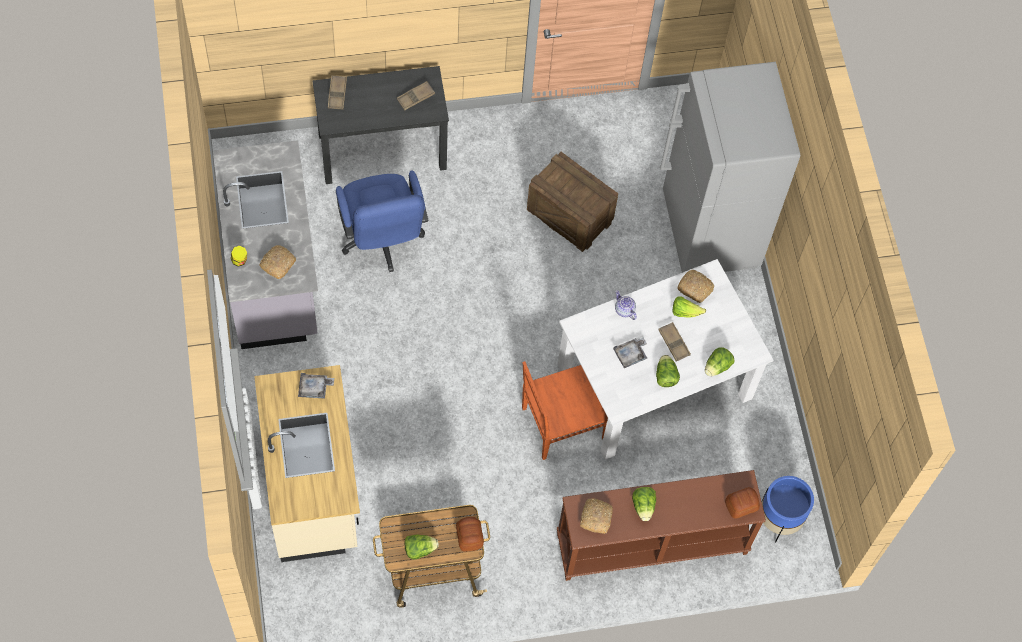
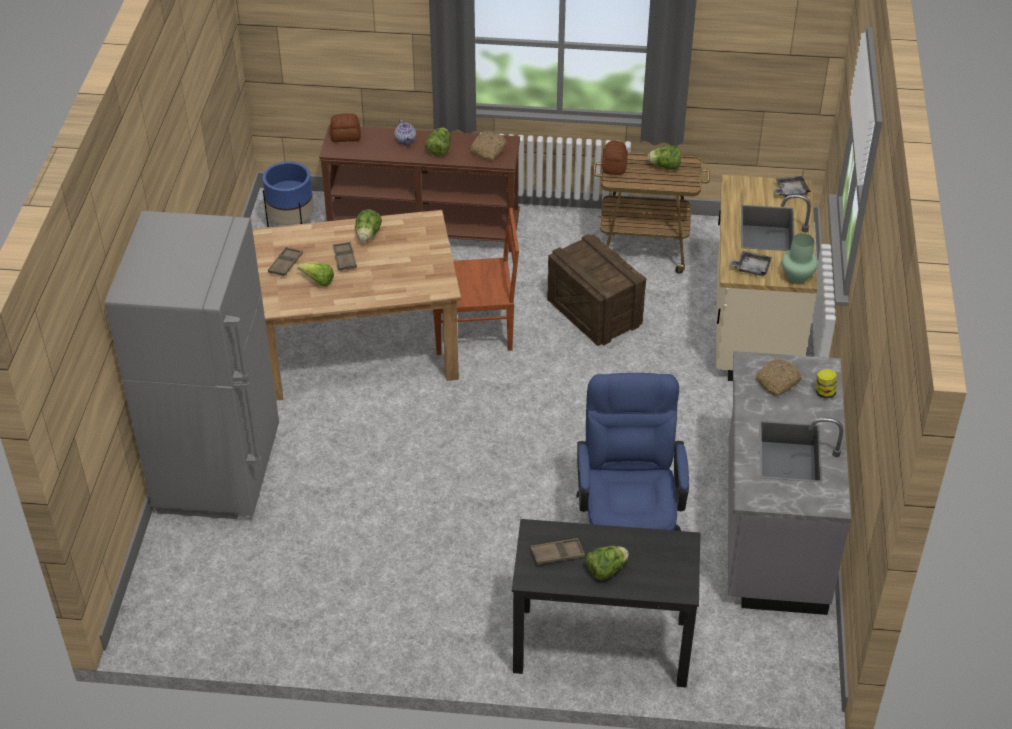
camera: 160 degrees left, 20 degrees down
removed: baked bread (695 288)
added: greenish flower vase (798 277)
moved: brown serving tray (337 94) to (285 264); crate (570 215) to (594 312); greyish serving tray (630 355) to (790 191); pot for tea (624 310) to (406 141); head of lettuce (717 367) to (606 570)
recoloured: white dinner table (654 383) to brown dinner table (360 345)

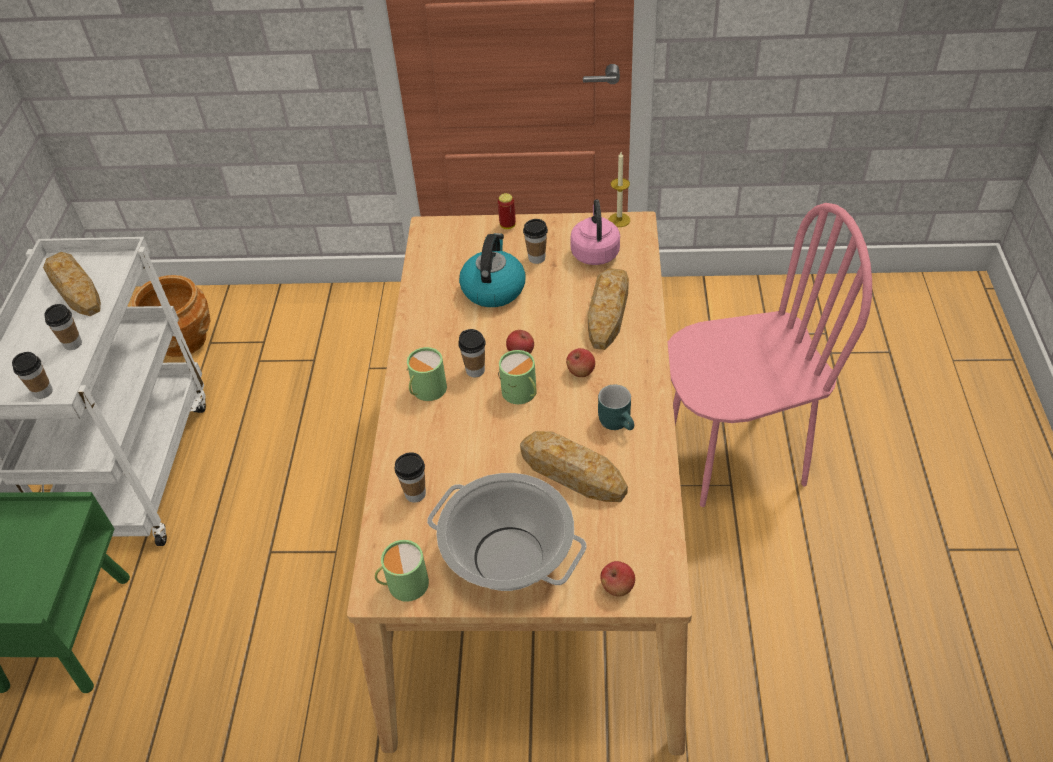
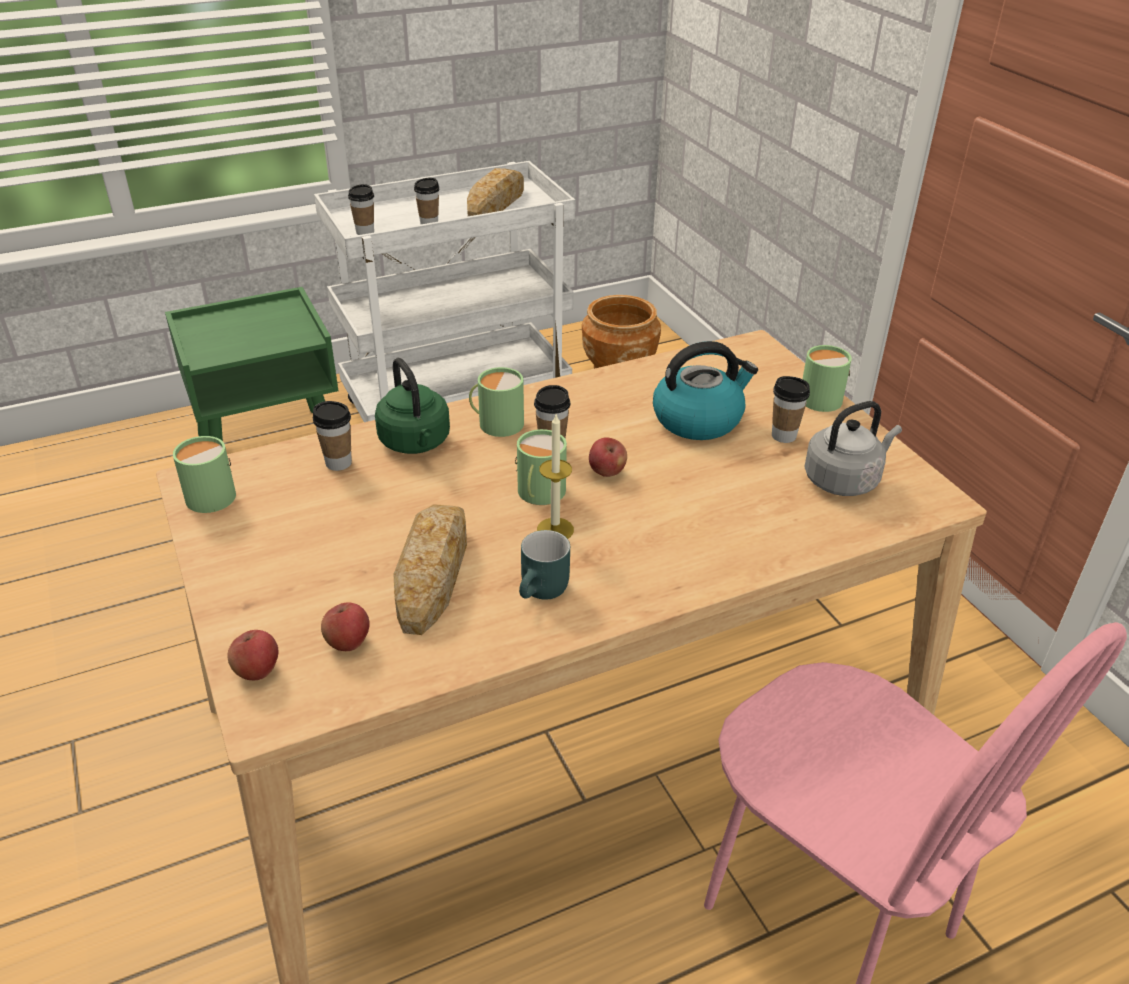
camera: 60 degrees right, 10 degrees down
removed: stockpot (507 557); baked bread (607 312)
added: greenish tea kettle (416 443)
moved: apple fruit (581 372) to (348 642); wax candle (619 220) to (555 530)
replaced: can (507 225) to greenish coffee mug (819 397)
recoloured: pinkish tea kettle (595 252) to greyish tea kettle (844 480)

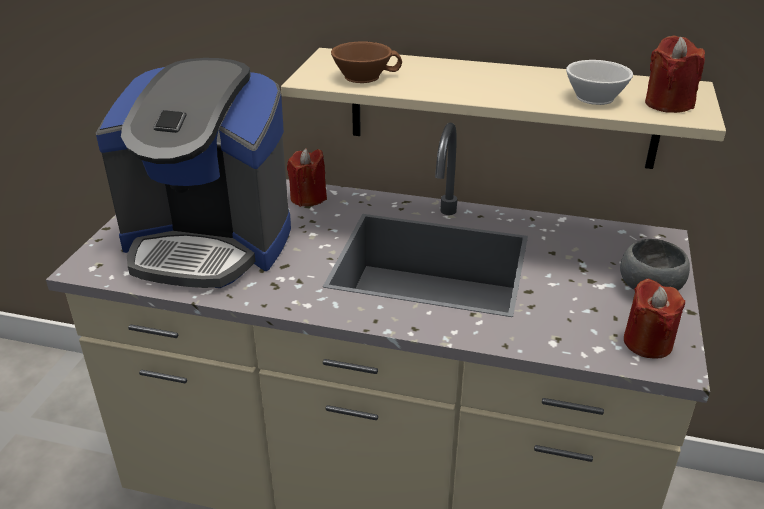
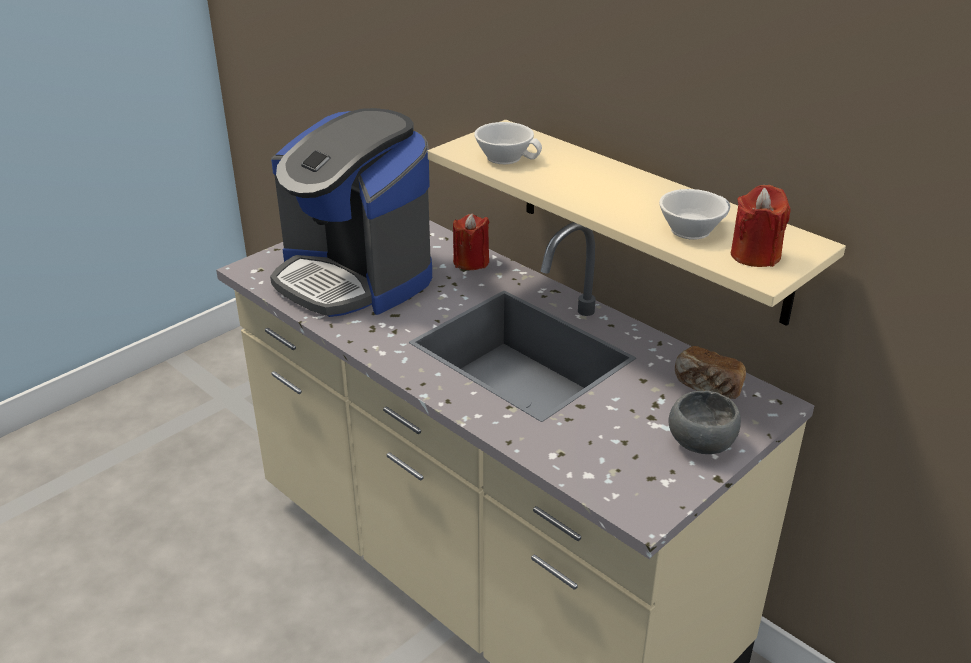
camera: 30 degrees right, 0 degrees up
removed: reddish wax candle (647 343)
added: baked bread (707 387)
recoloured: brown drinking cup (363 75) to white drinking cup (506 156)

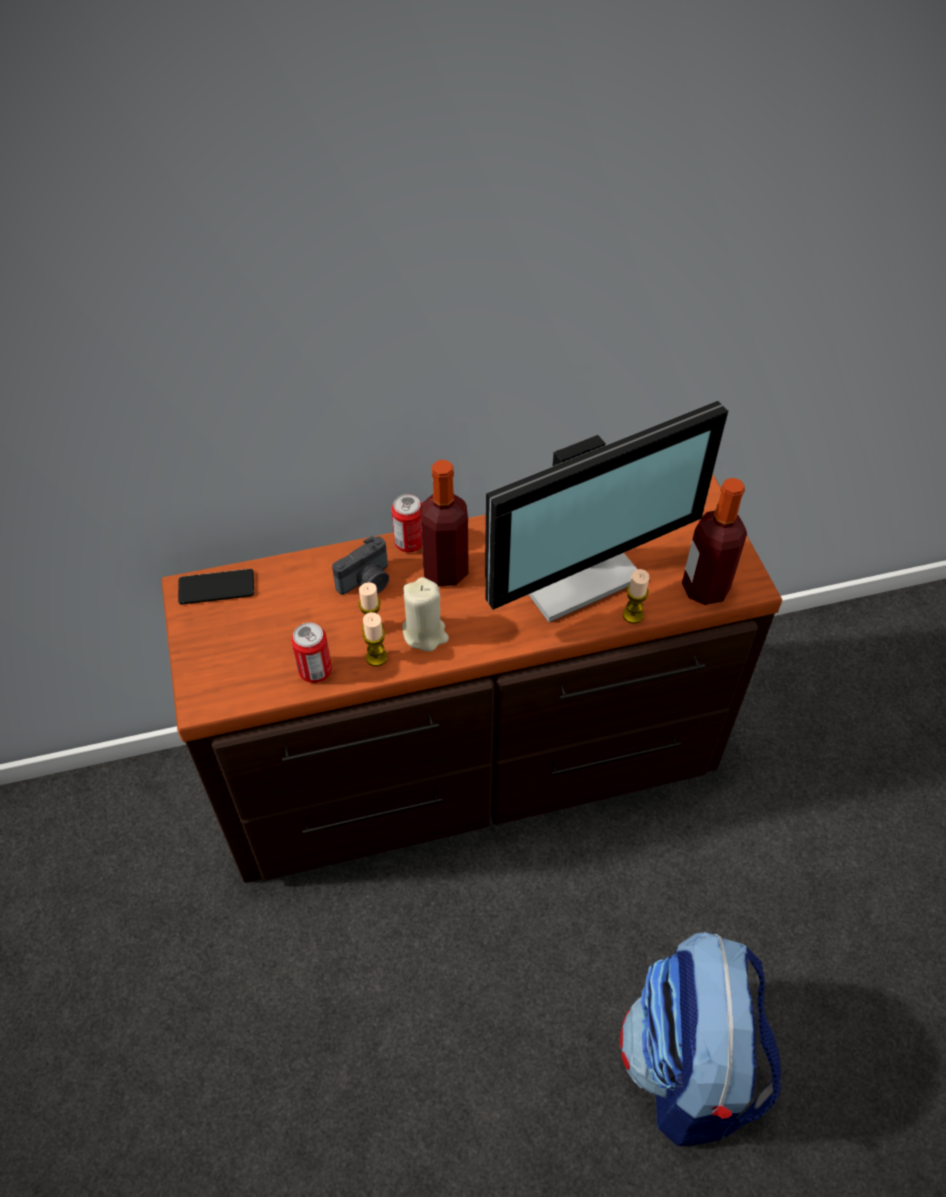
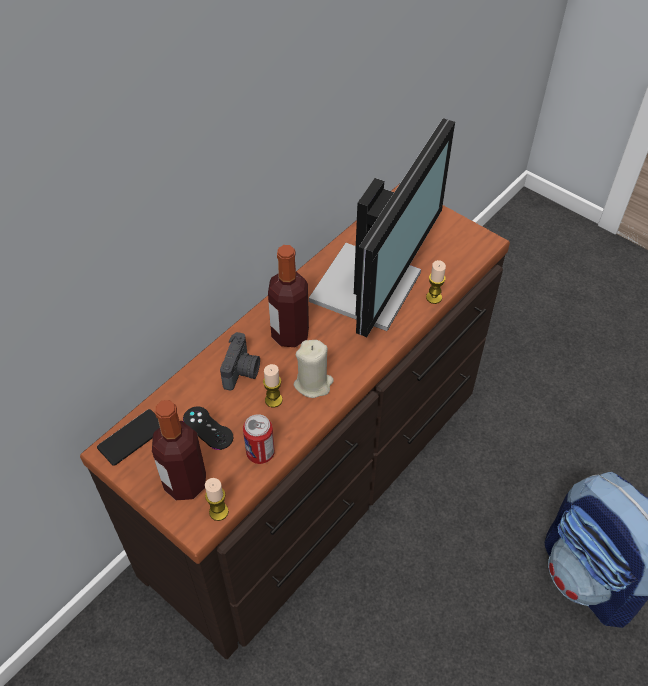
camera: 35 degrees left, 0 degrees up
removed: can (409 543)
added: blackish joypad (208 428)
moved: wax candle (376 657) to (218 512); bottle (705 588) to (185 483)

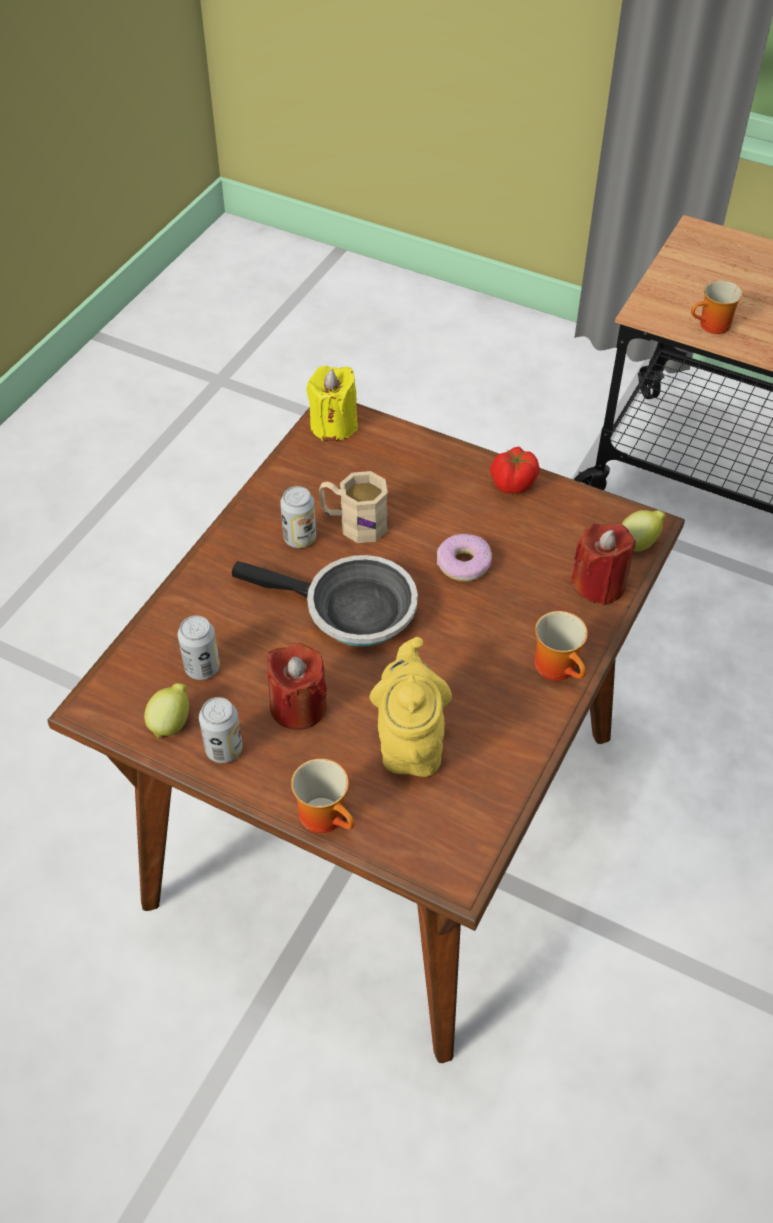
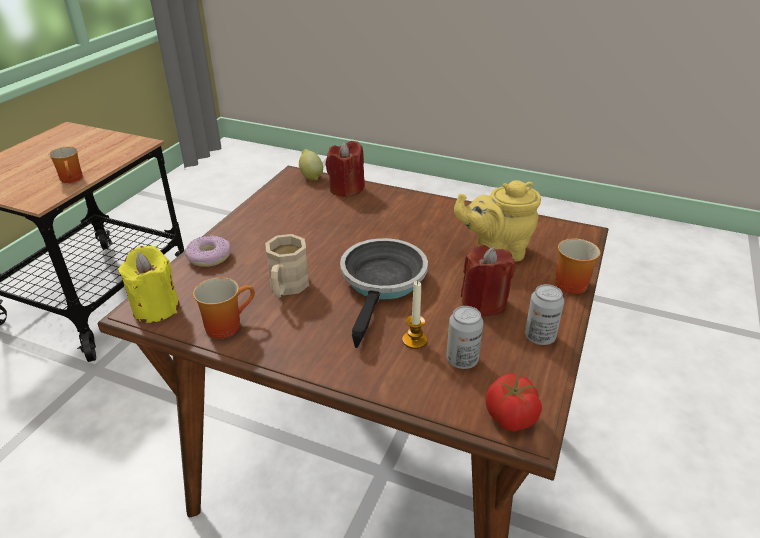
camera: 95 degrees left, 15 degrees down
removed: citrus fruit (171 723); can (300 538)
added: wax candle (414 340)
moved: doughnut (463 564) to (209 257); fresh tomato (512 484) to (510 418); coffee mug (560 667) to (226 324)

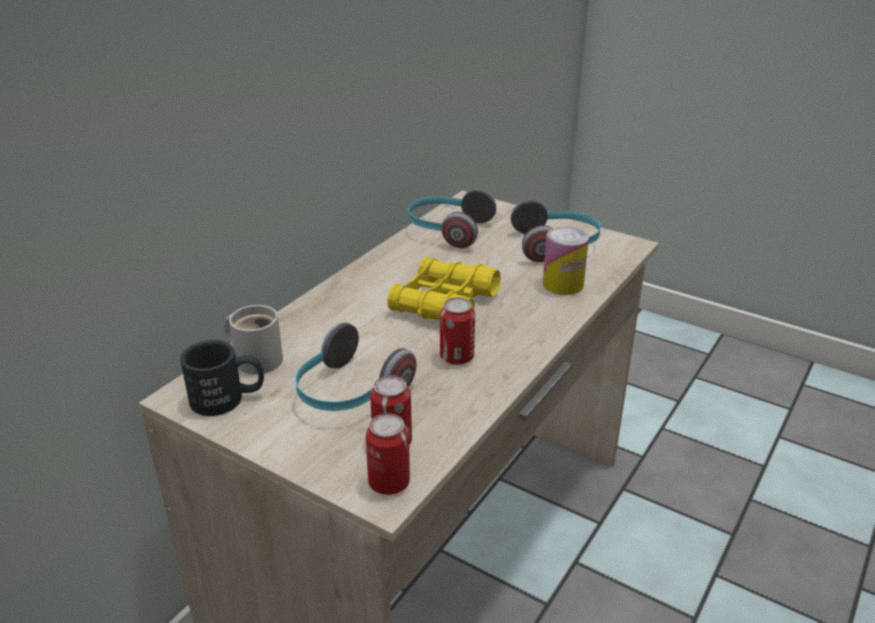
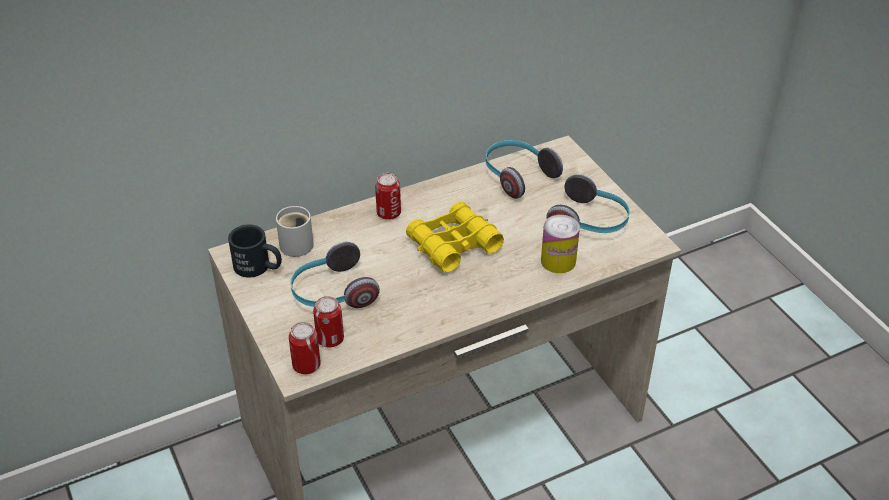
camera: 30 degrees right, 10 degrees up
moved: can (457 357) to (388 213)

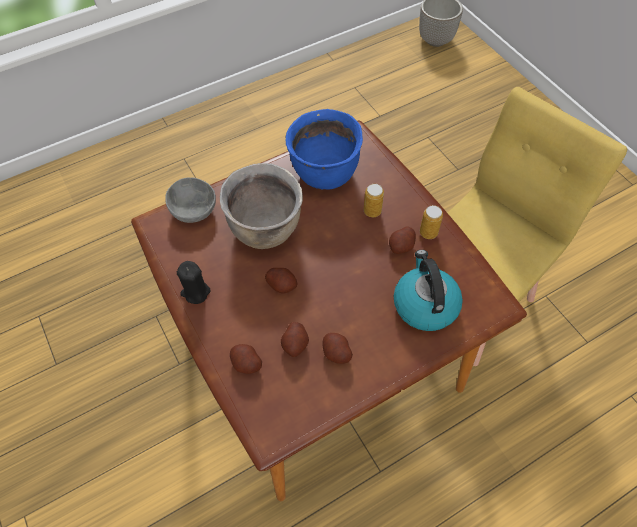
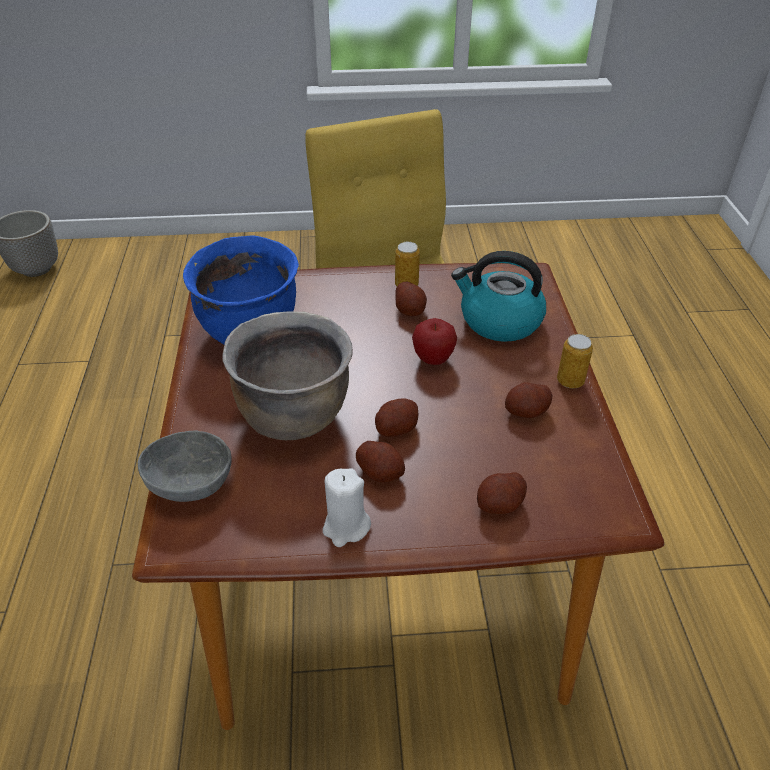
camera: 65 degrees left, 15 degrees down
added: apple fruit (433 359)
moved: potato (295 344) to (380 472); can (372 211) to (570 381)
recoloured: blackish wax candle (195 292) to white wax candle (346 527)

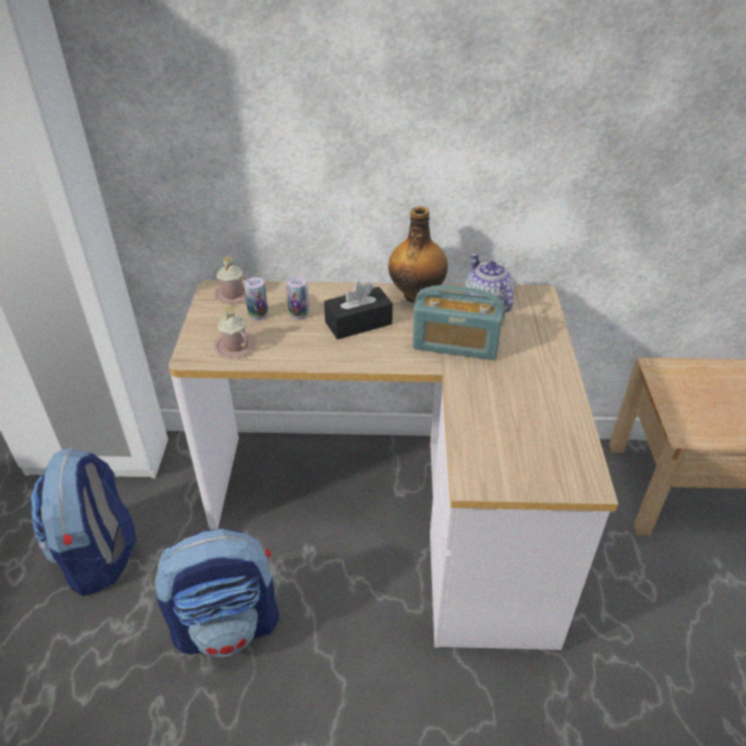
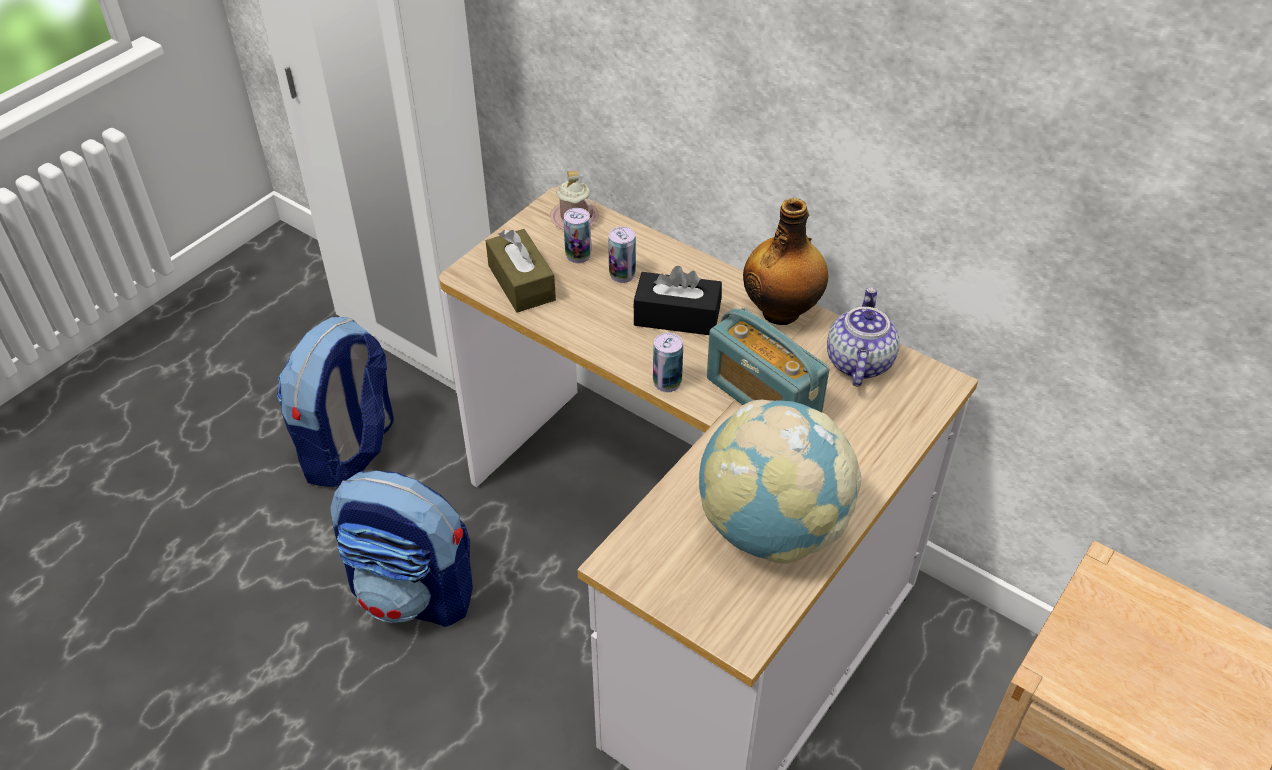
camera: 35 degrees right, 5 degrees up
added: can (667 382); desk globe (771 528)
replaced: pinkish coffee mug (235 346) to brown tissue box (521 283)

